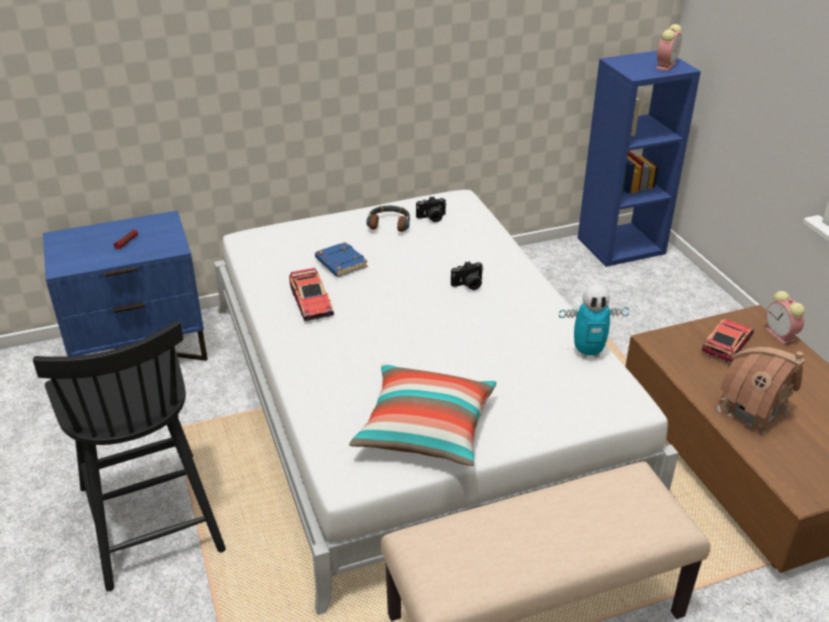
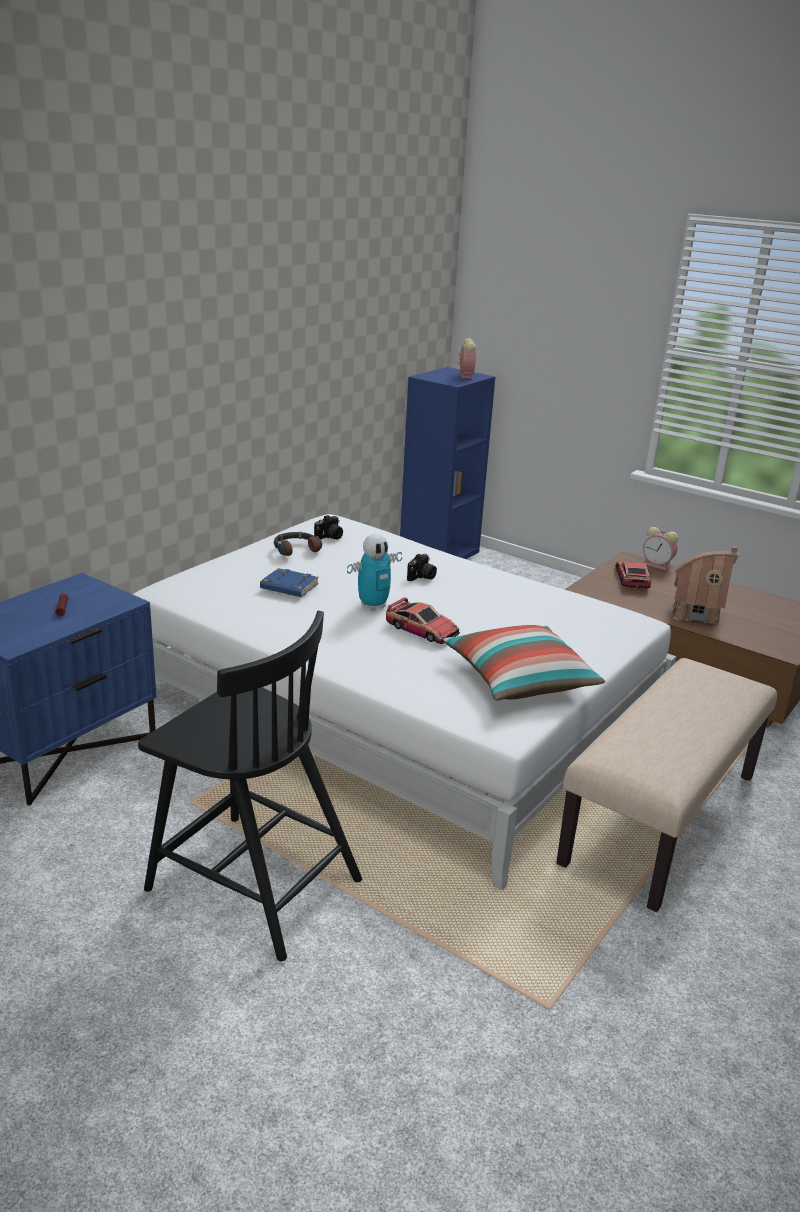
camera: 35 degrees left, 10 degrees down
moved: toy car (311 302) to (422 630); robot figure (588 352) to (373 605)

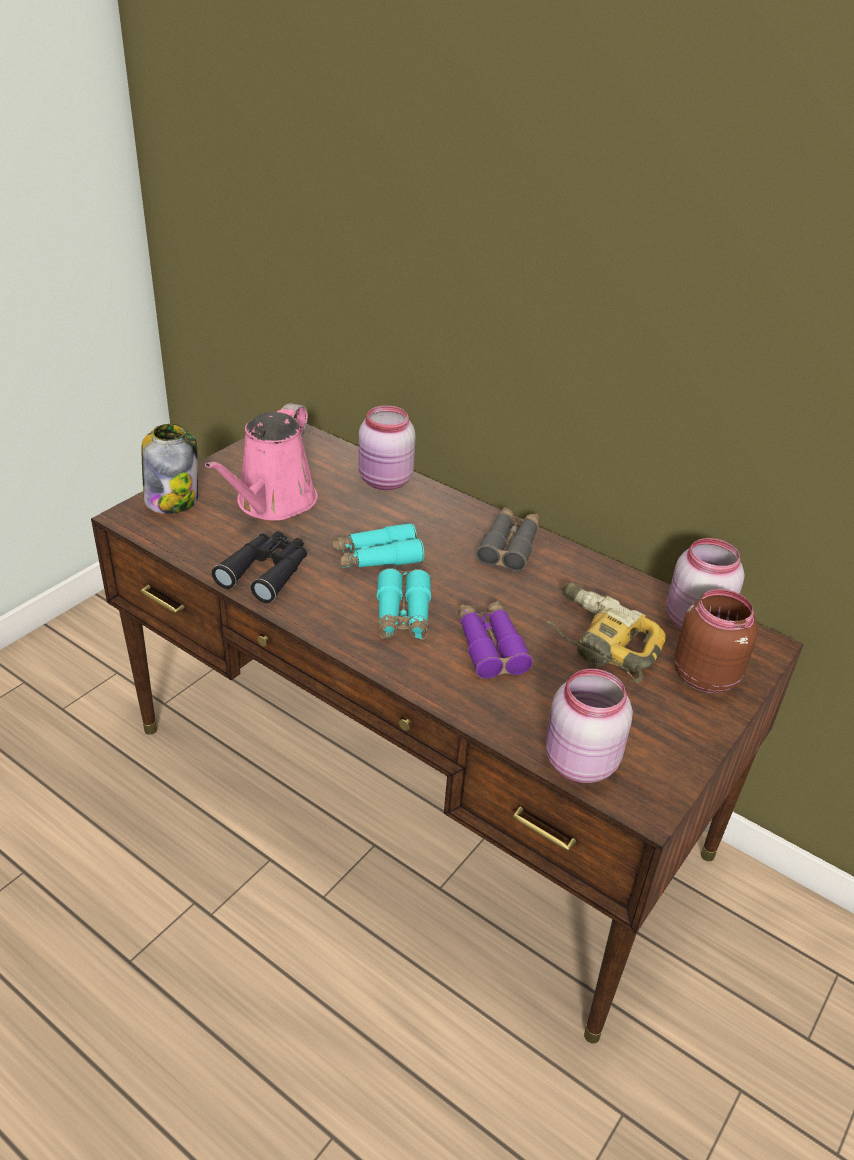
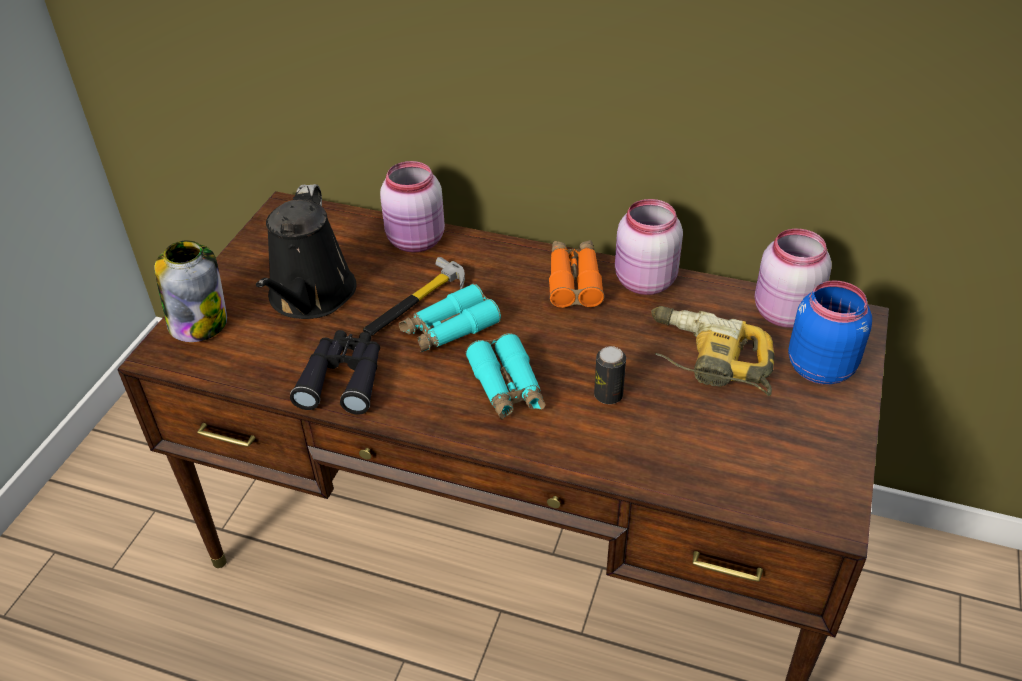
camera: 15 degrees left, 5 degrees up
added: tool hammer (415 303)
moved: pinkish preserve jar (578 763) to (643 282)
replaced: purplish field glasses (490 646) to can (608 395)
recoloured: pinkish watering pot (272 503) to blackish watering pot (310 297); greyish field glasses (509 546) to orangey field glasses (574 280); brown preserve jar (704 675) to bluish preserve jar (819 366)

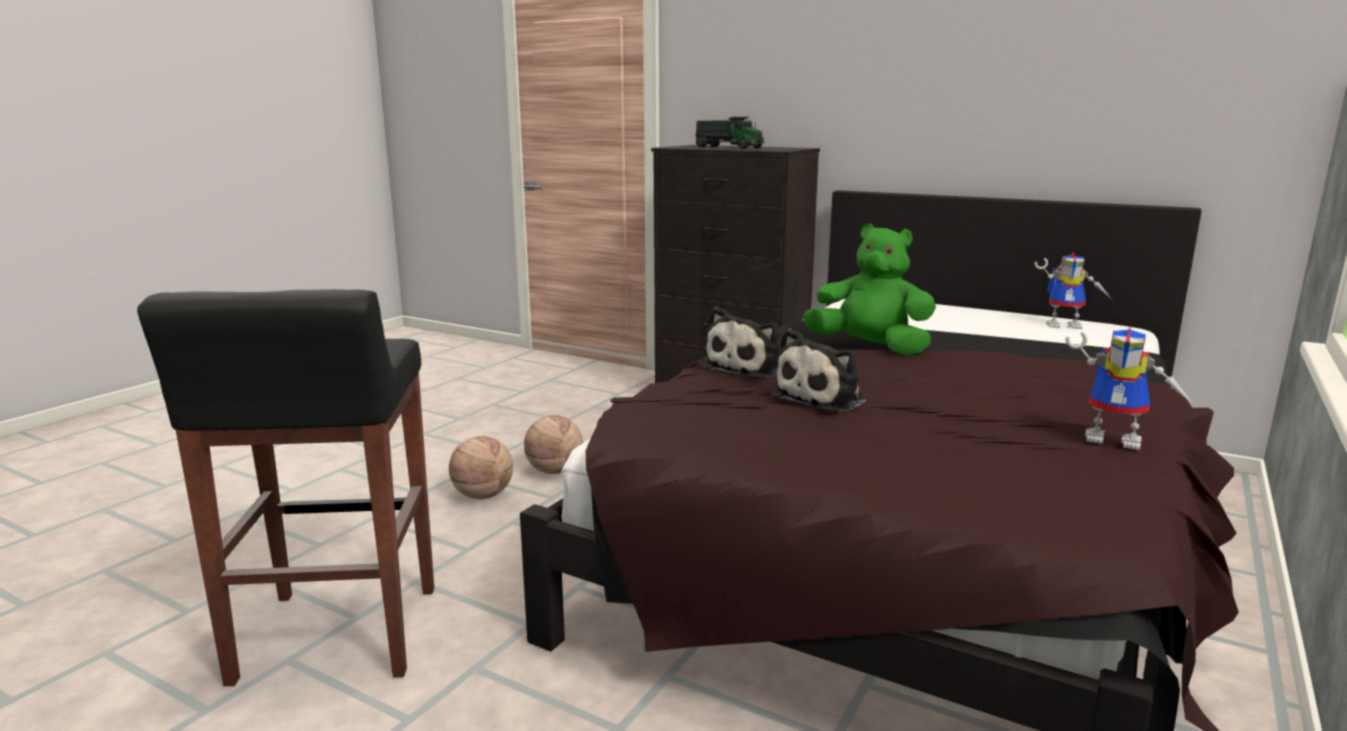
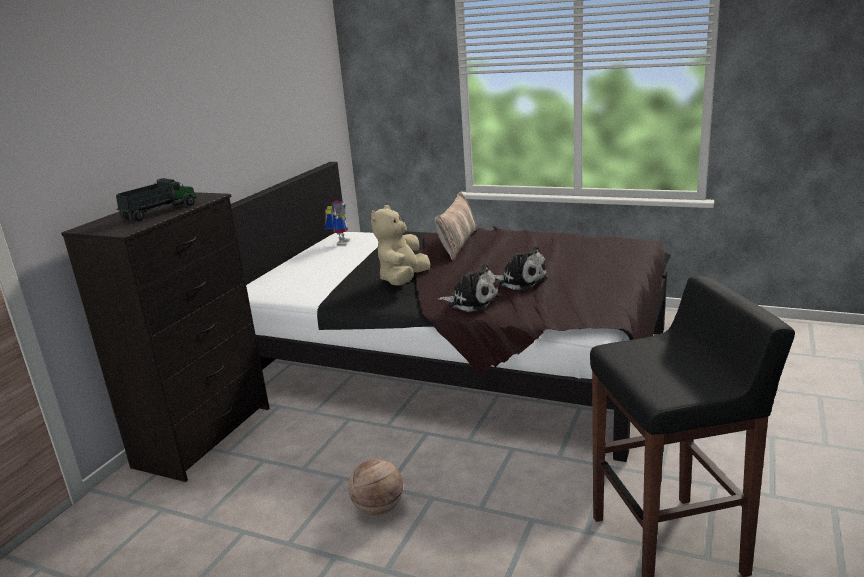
camera: 95 degrees left, 5 degrees up
removed: ball for basketball (483 496); robot figure (1118 439)
added: throw pillow (458 243)
recoloured: greenish plush toy (870 348) to sand-coloured plush toy (403 280)

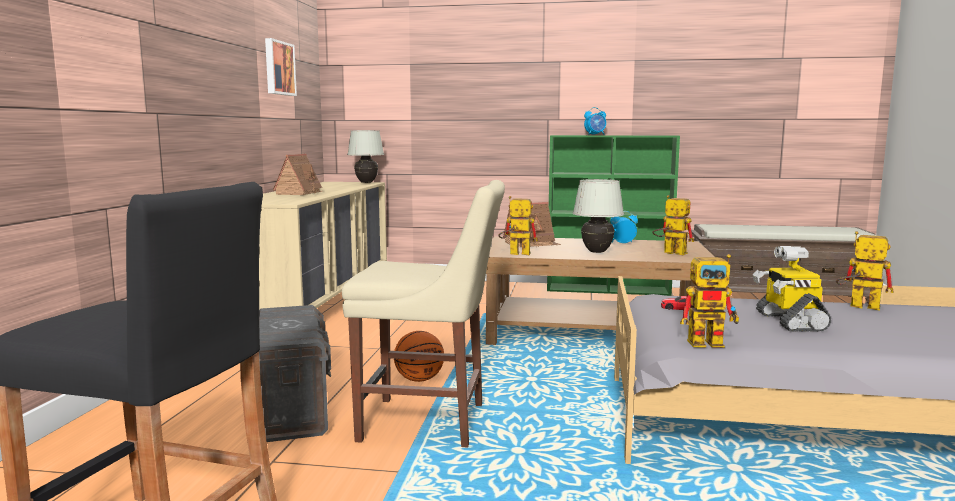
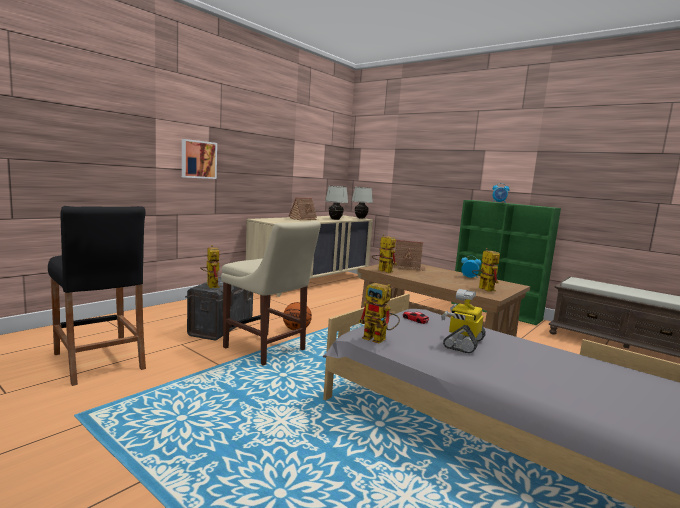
camera: 30 degrees right, 0 degrees up
moved: picture (278 68) to (198 159); white lamp for a table (597 252) to (335 219); robot figure (857 306) to (210 285)

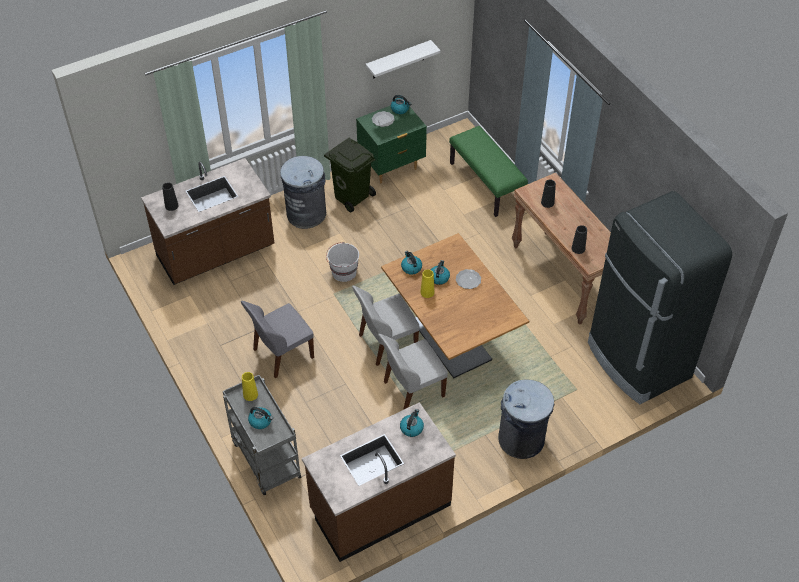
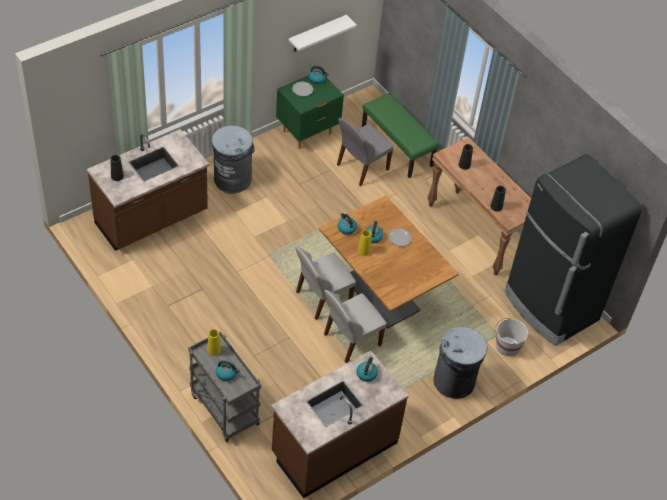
camera: 10 degrees left, 0 degrees up
removed: greenish trash can (352 196)
moved: greyish chair (281 354) to (361 168); white water bucket (343 272) to (507 346)

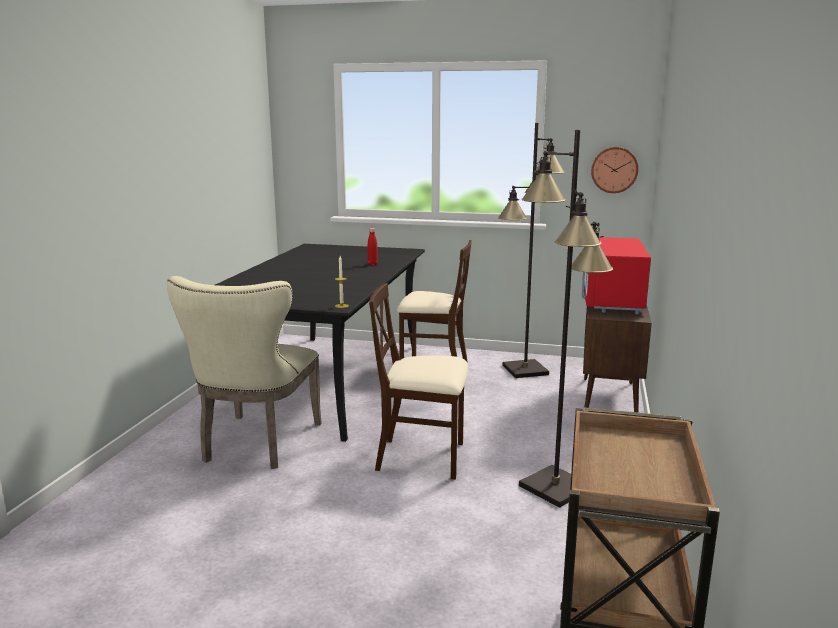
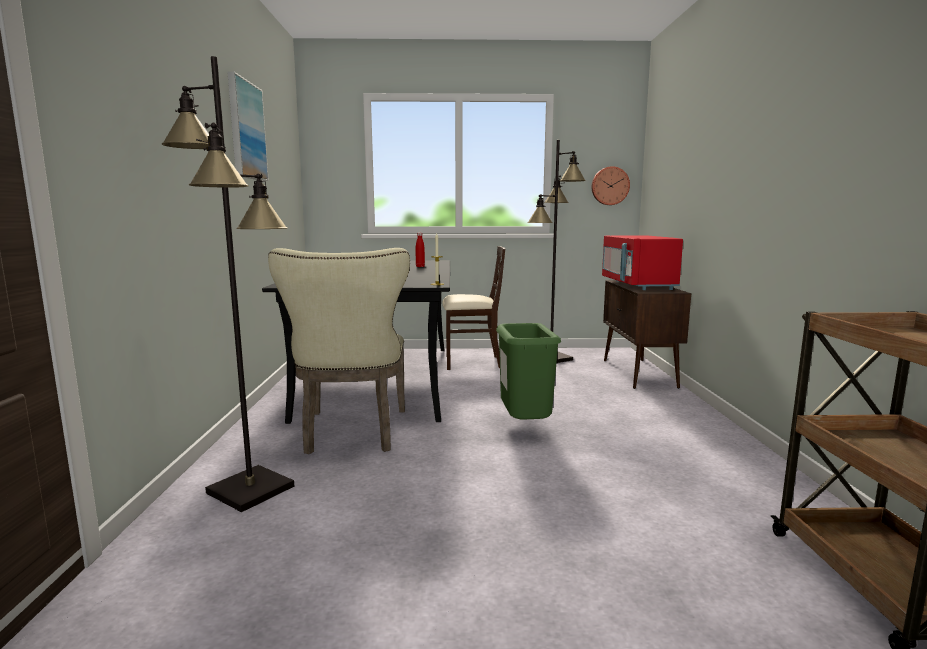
camera: 15 degrees left, 5 degrees down
added: picture (246 130)
moved: blackish standard lamp (555 487) to (251 489)
replaced: sand-coloured chair (422 457) to greenish trash can (523 426)

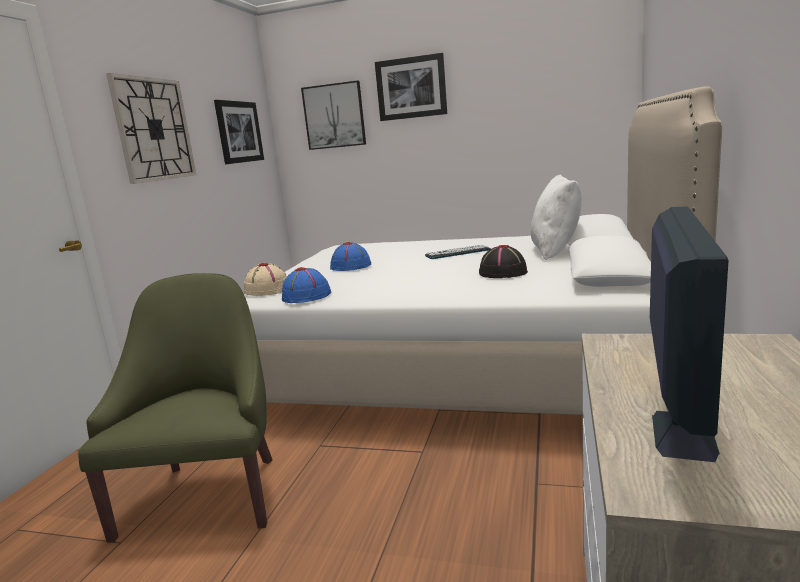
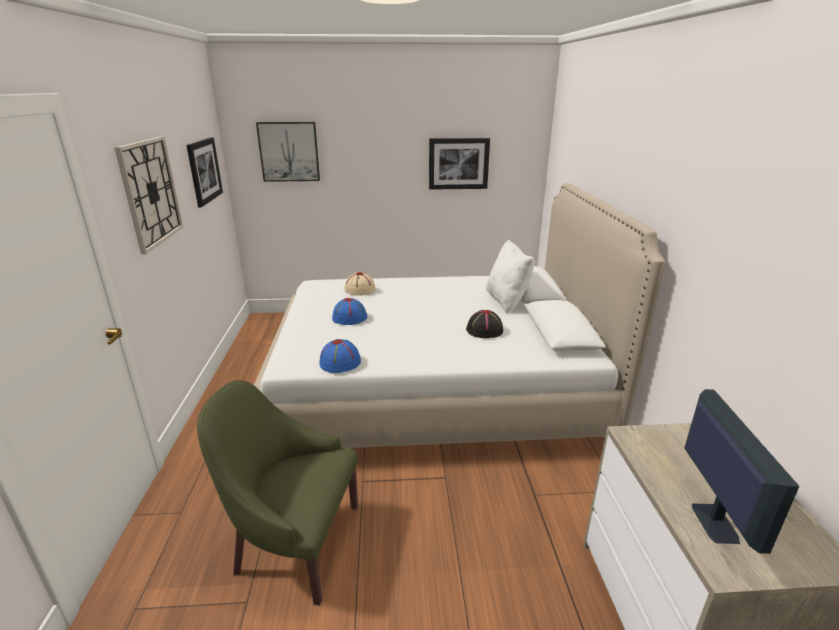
camera: 20 degrees left, 10 degrees up
removed: PC keyboard (457 253)
moved: sand-coloured wearable hat (267 289) to (359 289); picture (411 88) to (458 163)
turned: greenish easy chair (207 494) = (294 543) 60 degrees counterclockwise

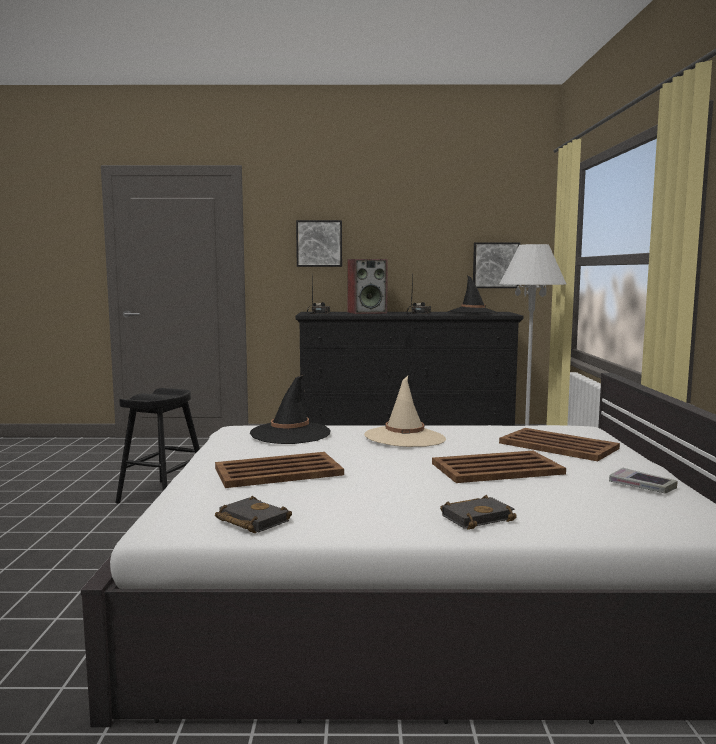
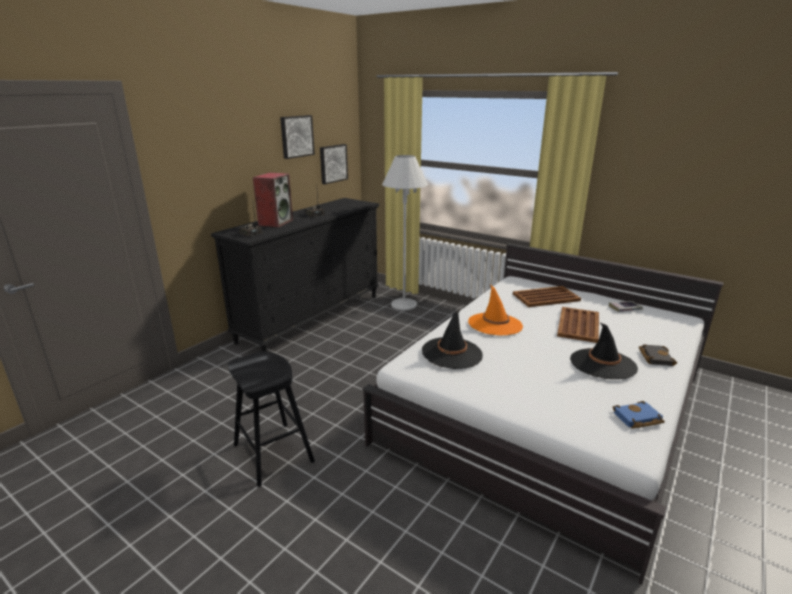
camera: 55 degrees left, 15 degrees up
removed: brown serving tray (279 471)
moved: picture (319 243) to (296 136); blackish wearable hat (473 313) to (602 364)
recoloured: blackish volume (250 521) to bluish volume (637 419); sand-coloured wearable hat (405 438) to orangey wearable hat (495 324)

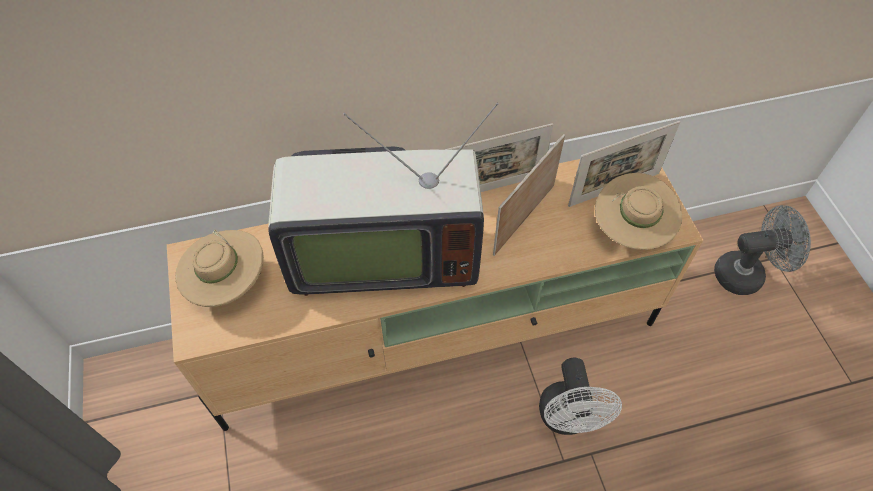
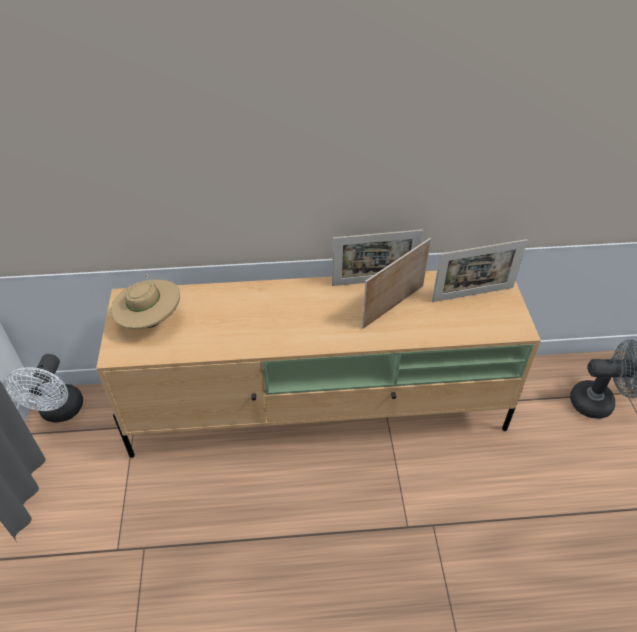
camera: 10 degrees right, 10 degrees down
removed: television (380 253); sand-coloured wearable hat (630 230)
moved: white electric fan (567 419) to (59 412)

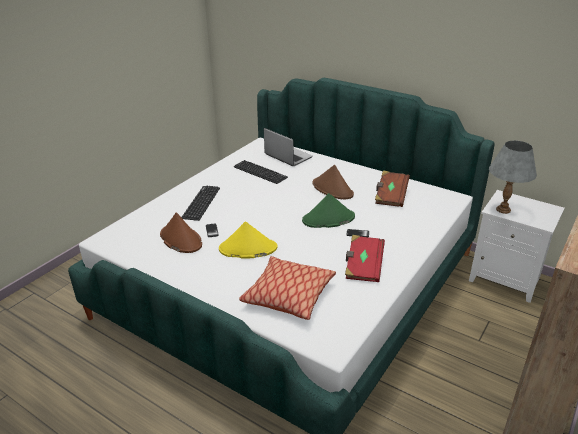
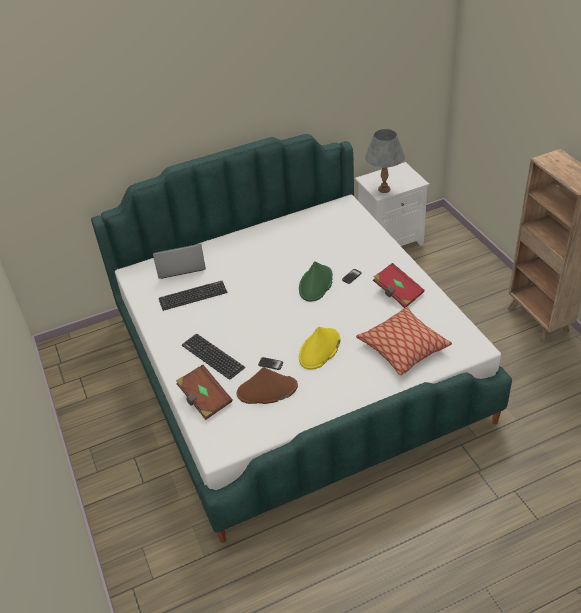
camera: 55 degrees left, 10 degrees up
removed: brown wearable hat (333 189)
moved: brown volume (390 196) to (204 399)

